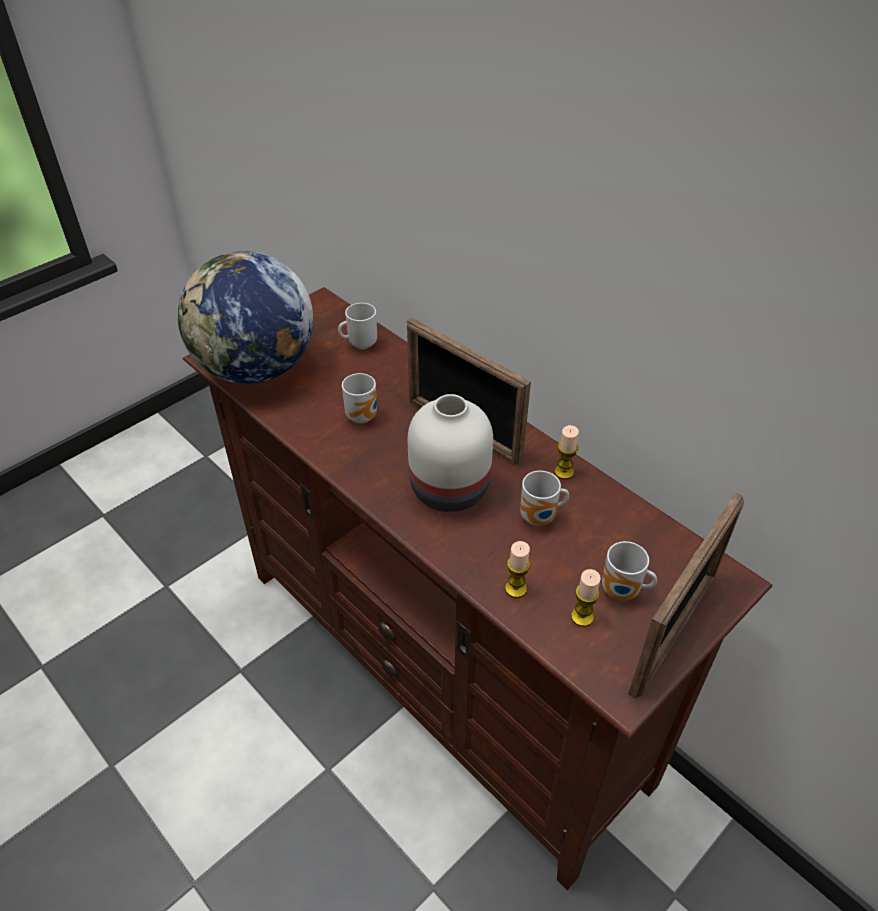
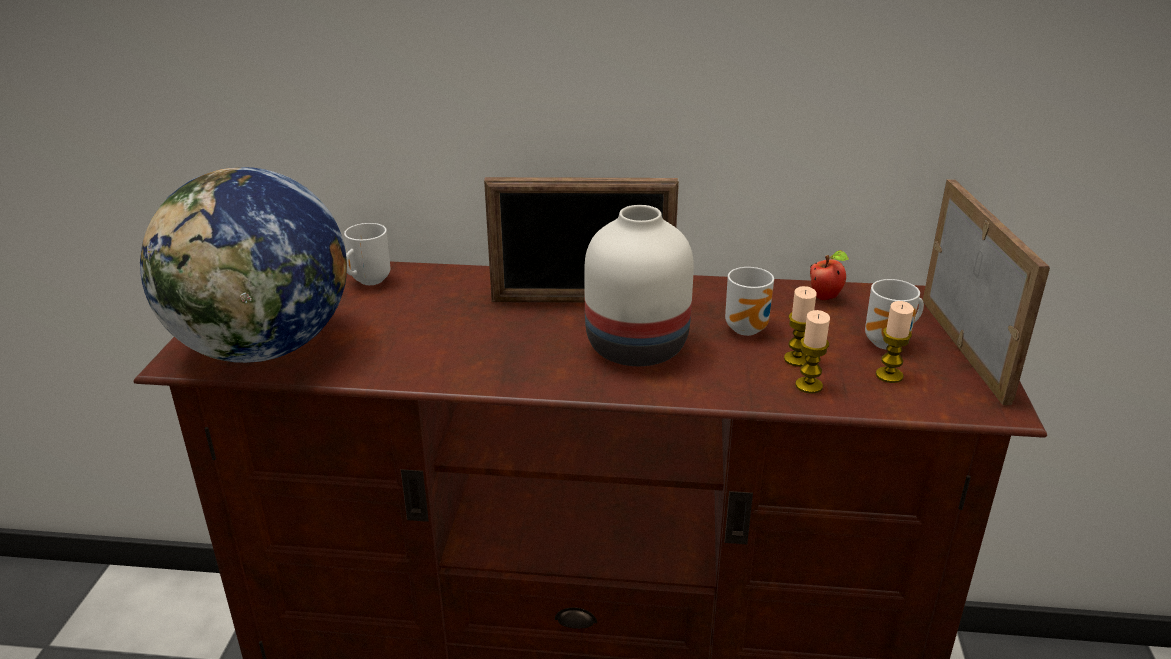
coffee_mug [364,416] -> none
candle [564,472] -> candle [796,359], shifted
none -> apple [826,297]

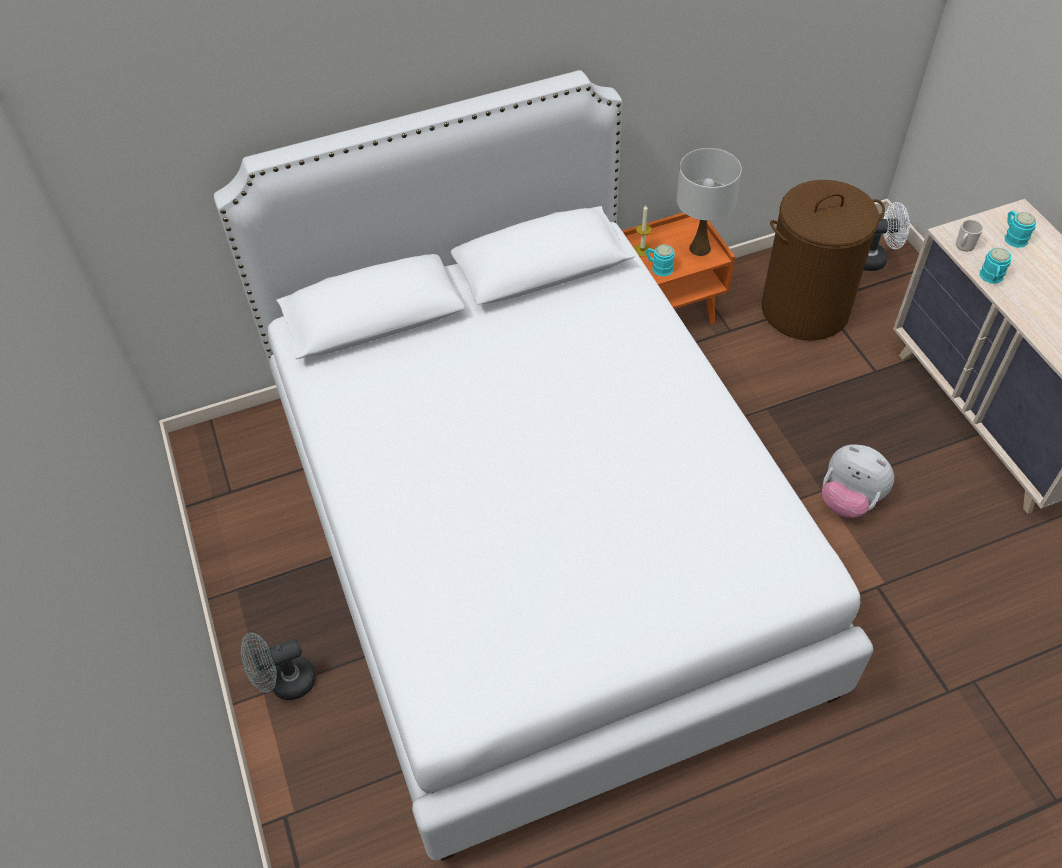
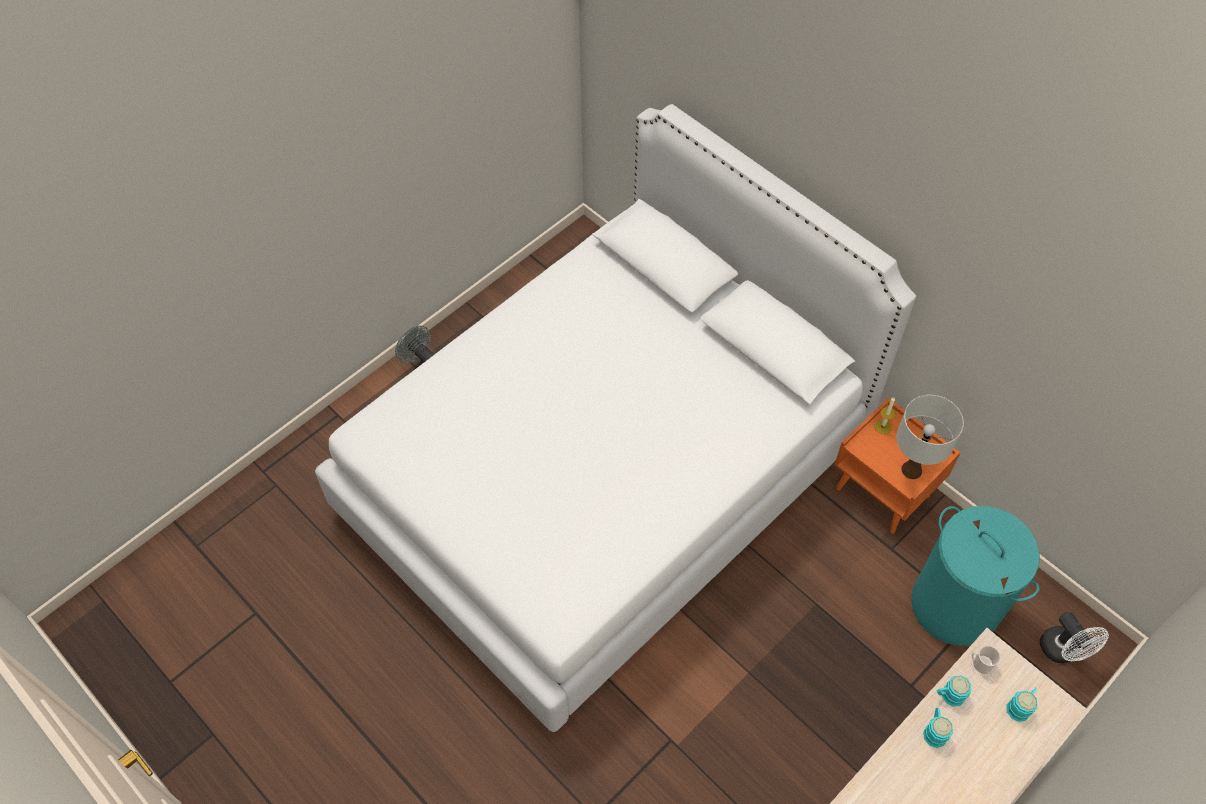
brown-coloured_washing_basket [805,309] -> blue-green_washing_basket [955,604]
blue-green_coffee_mug [658,267] -> blue-green_coffee_mug [934,730], shifted
cuddly_toy [849,500] -> none

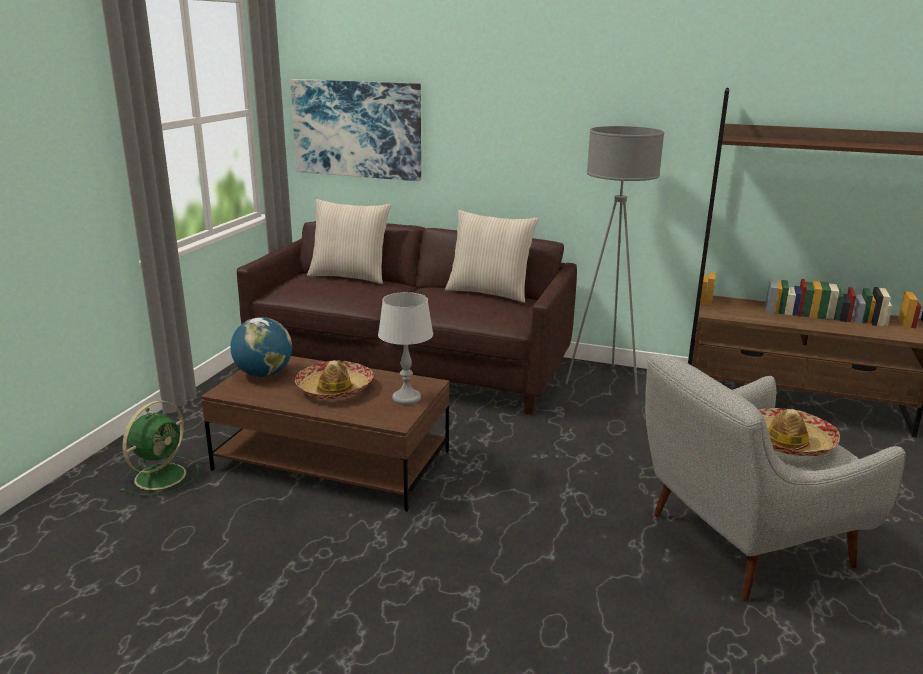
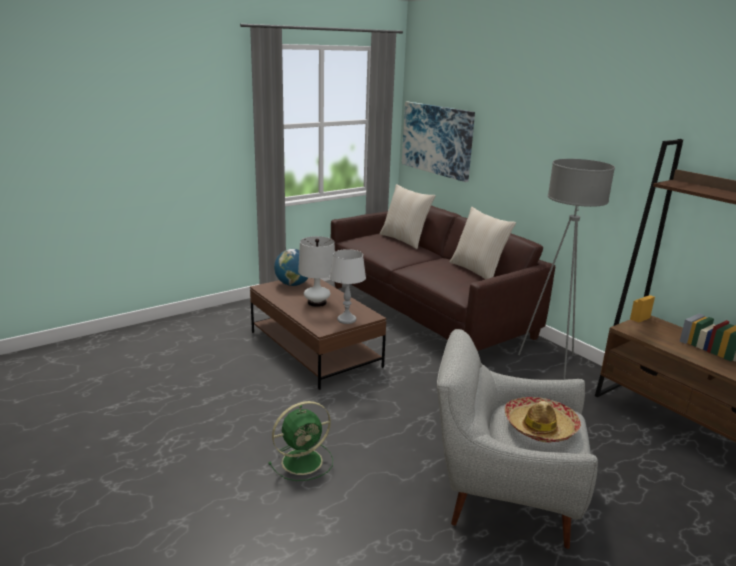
clothing_hat [335,389] -> white_tabletop_lamp [317,303]
greenish_electric_fan [162,475] -> greenish_electric_fan [304,461], shifted

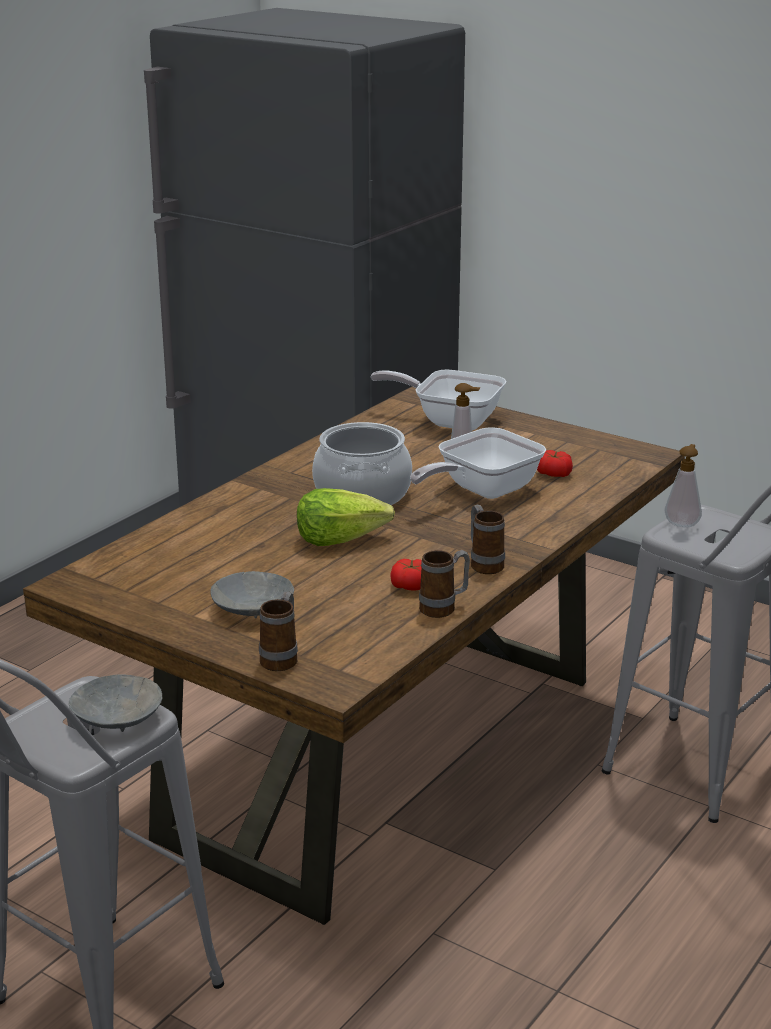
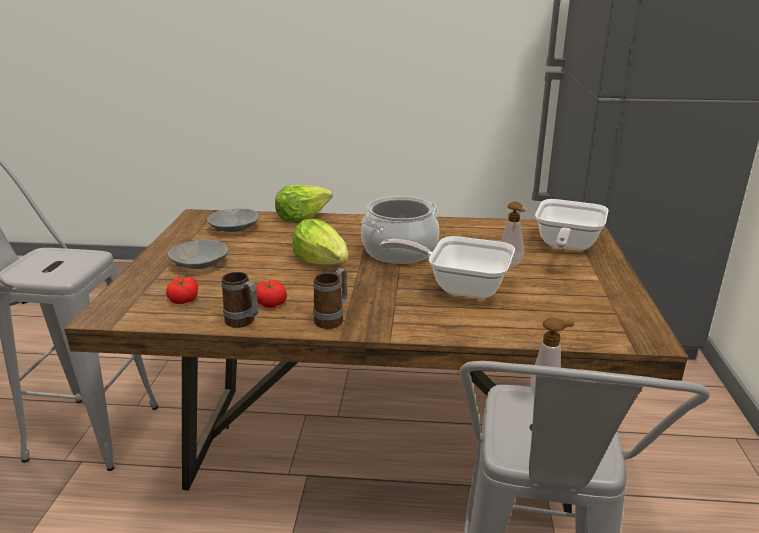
skillet [450,420] -> skillet [565,246], 150 degrees counterclockwise
fresh_tomato [554,474] -> fresh_tomato [183,299], shifted
coffee_mug [282,658] -> none
grey_serving_bowl [118,717] -> grey_serving_bowl [235,228], shifted
none -> lettuce [302,217]

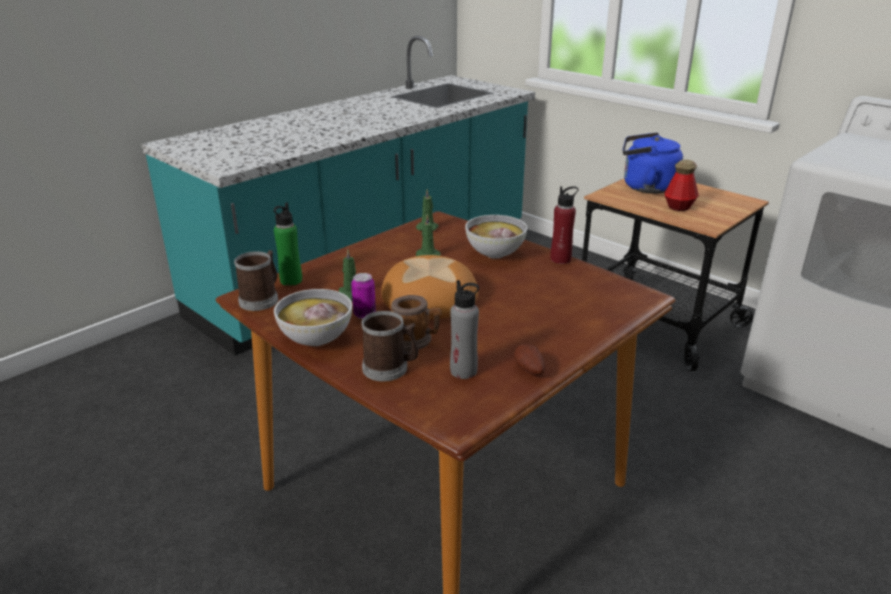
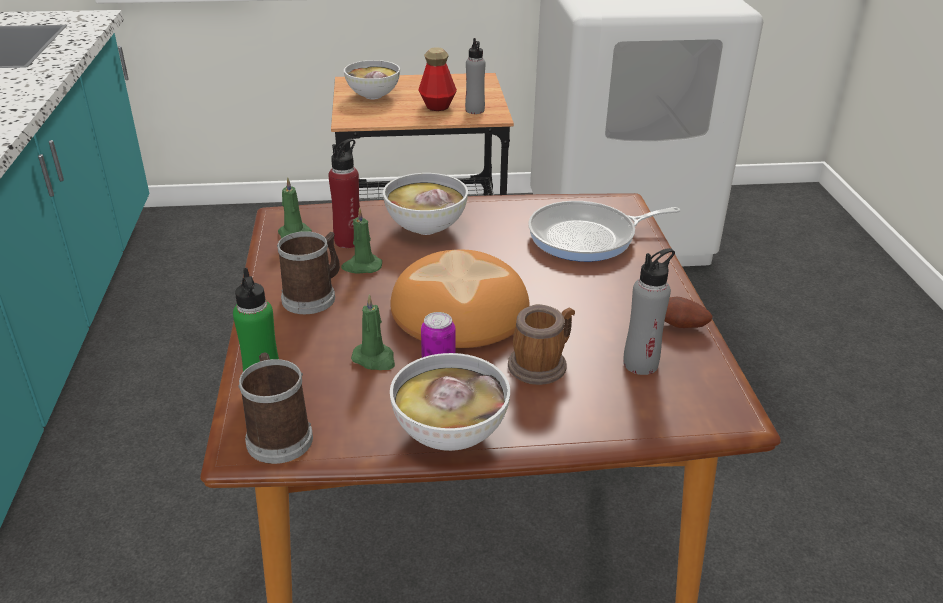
bluish_water_kettle [645,187] -> serving_bowl [373,96]
red_beverage_bottle [560,259] -> red_beverage_bottle [348,241], shifted
coffee_mug [390,368] -> coffee_mug [314,296], shifted
none -> grey_beverage_bottle [475,110]
none -> skillet [588,237]

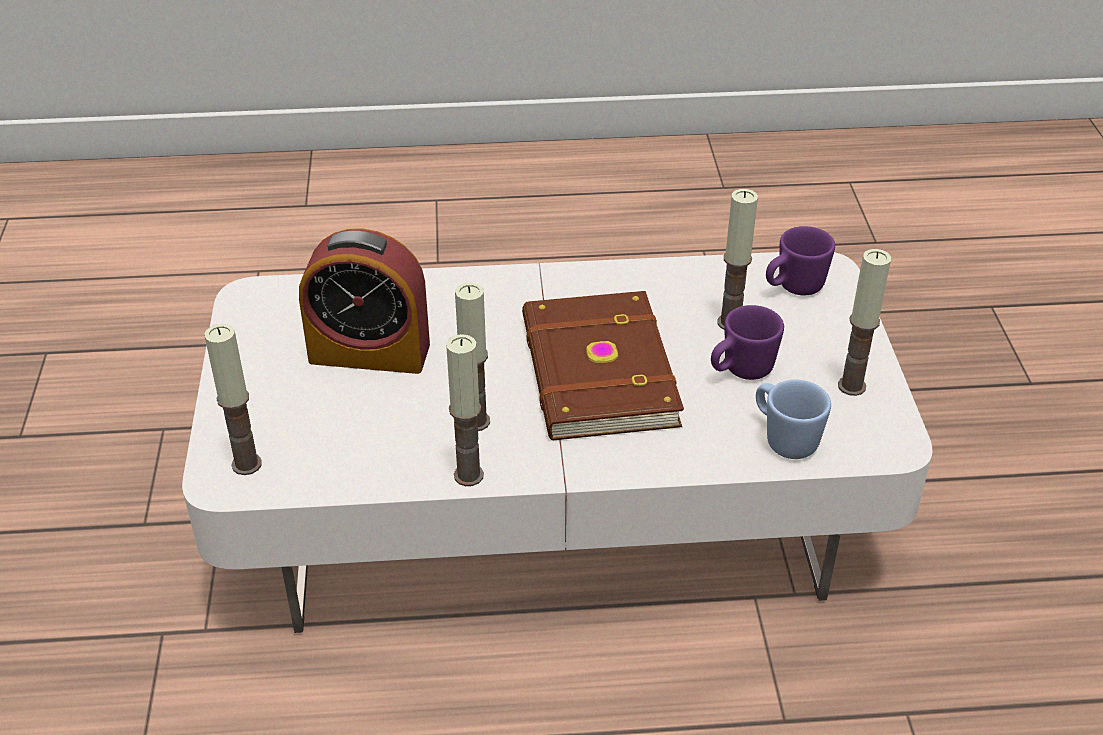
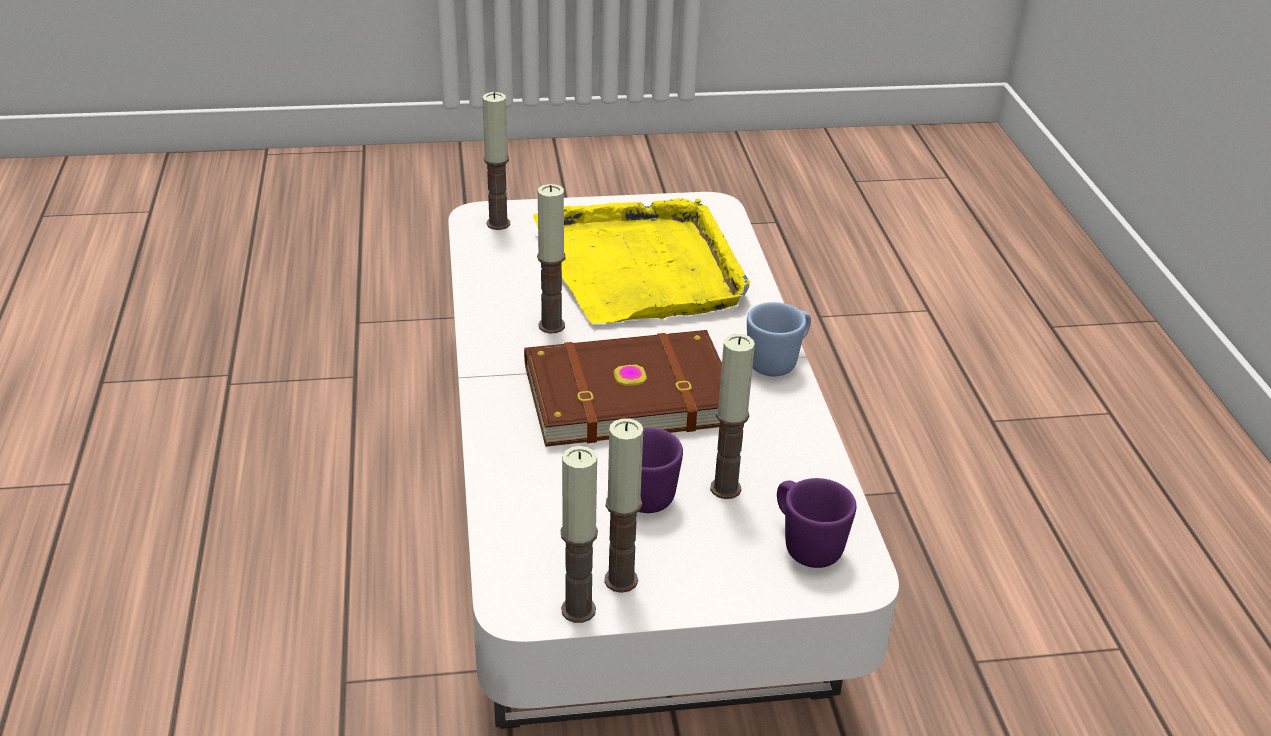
bedside_clock [369,352] -> yellowish_tray [642,267]
candle [468,475] -> candle [578,610], shifted
bluish_coffee_mug [784,439] -> bluish_coffee_mug [778,362], shifted

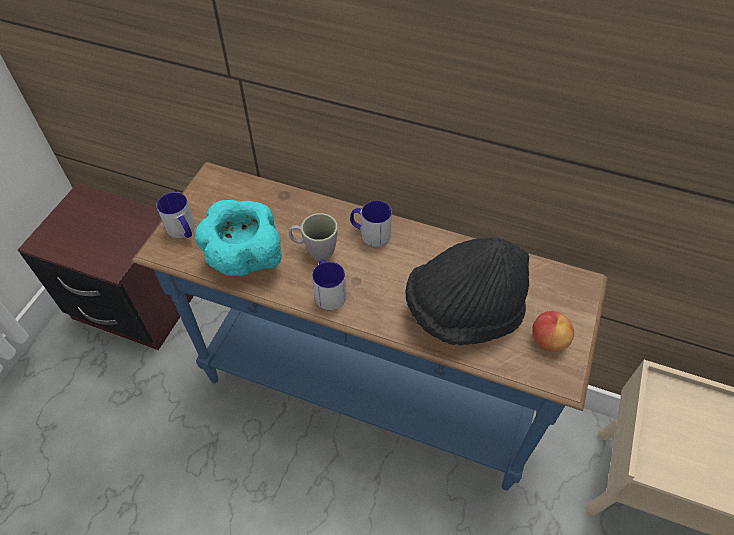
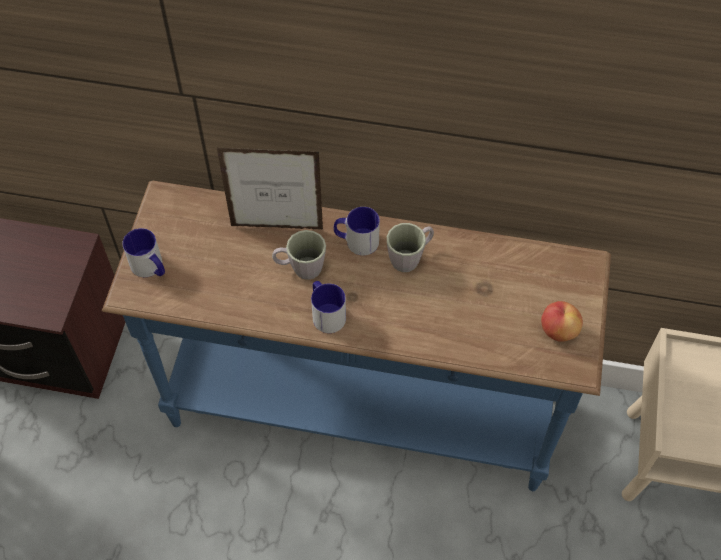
blue-green_serving_bowl [245,259] -> none
black_clothing_hat [463,311] -> none
none -> photo_frame [277,227]
none -> grey_coffee_mug [410,257]

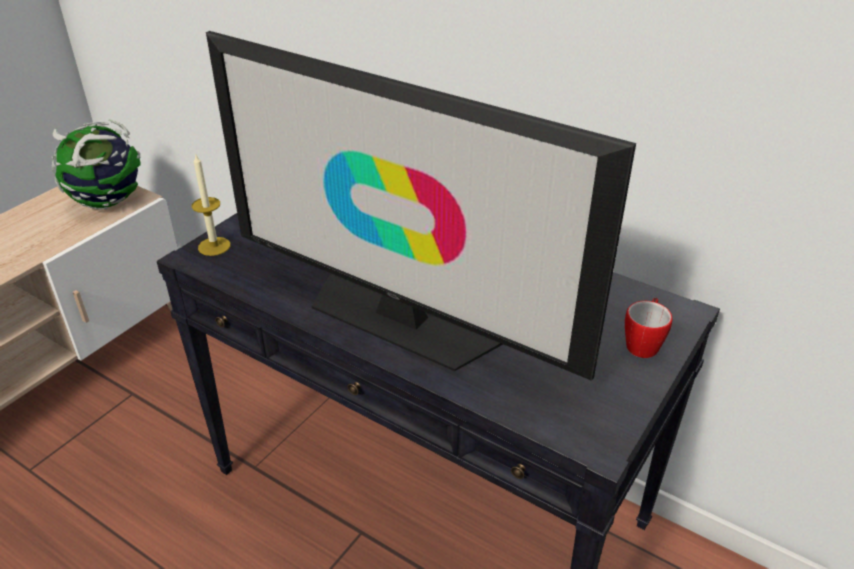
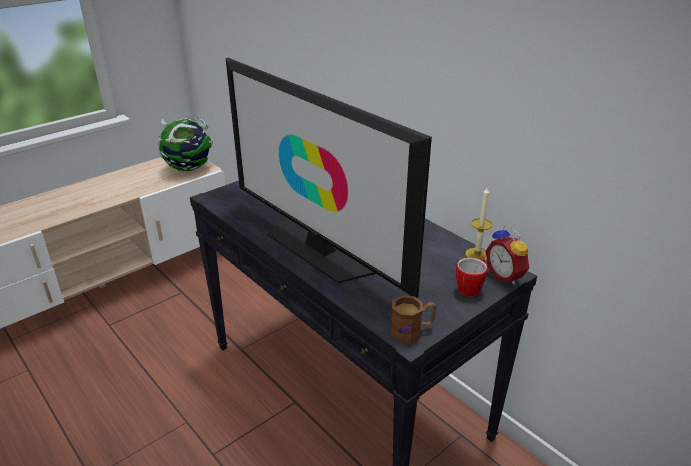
candle [214,246] -> candle [477,254], shifted
none -> bedside_clock [506,276]
none -> brown-coloured_coffee_mug [412,331]

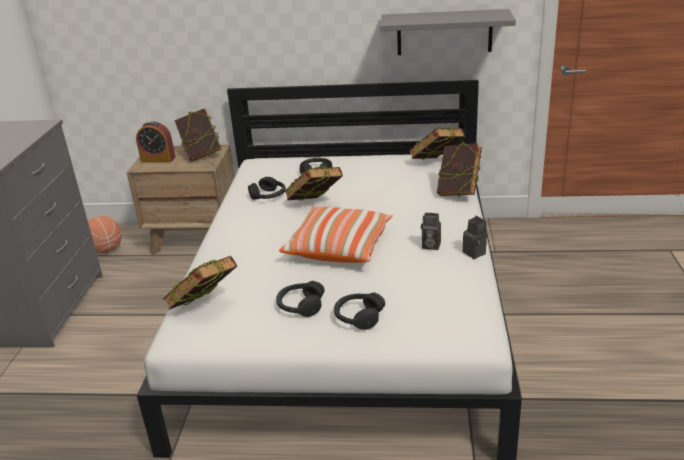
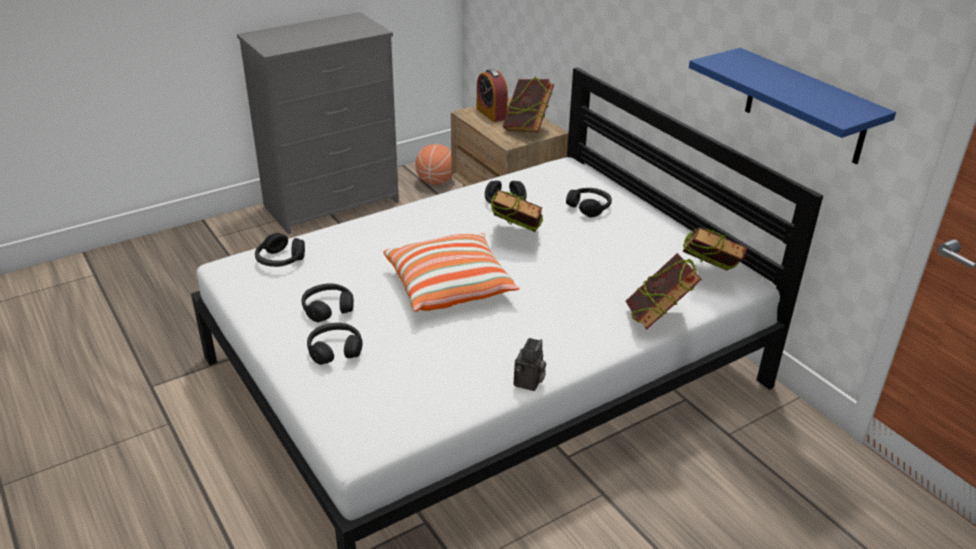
grey_shelf [444,32] -> bluish_shelf [805,107]
photo_camera [430,246] -> none
book [205,309] -> black_headphones [280,260]

